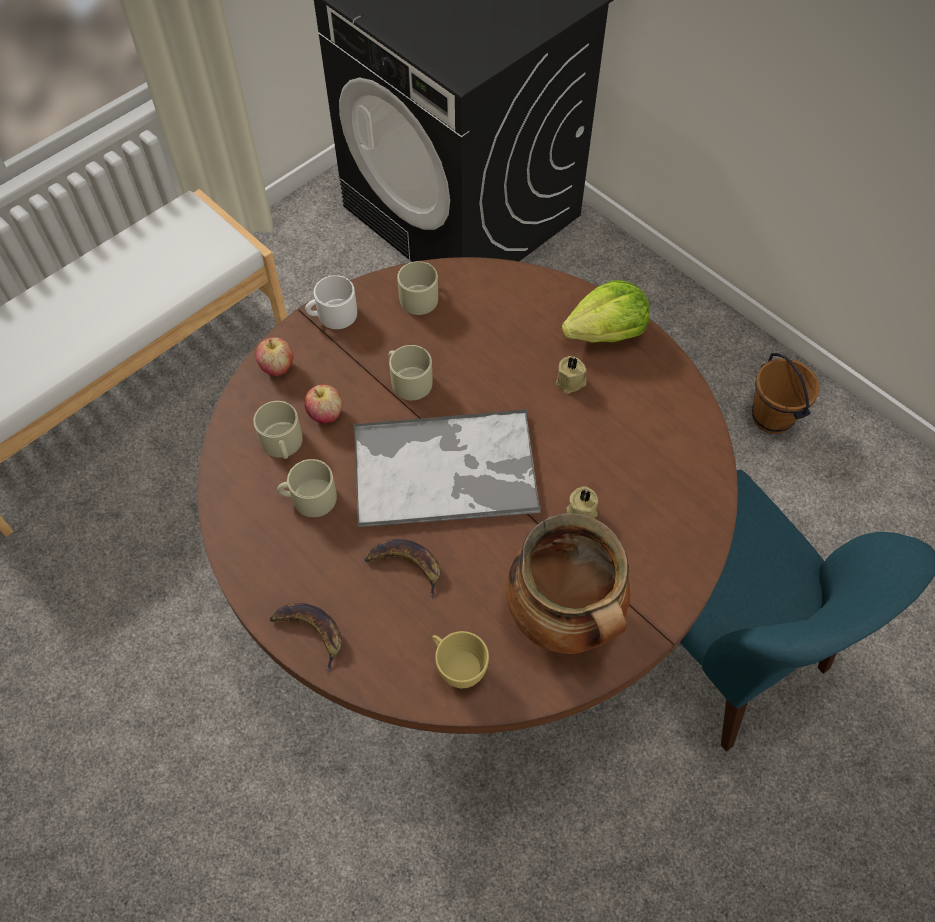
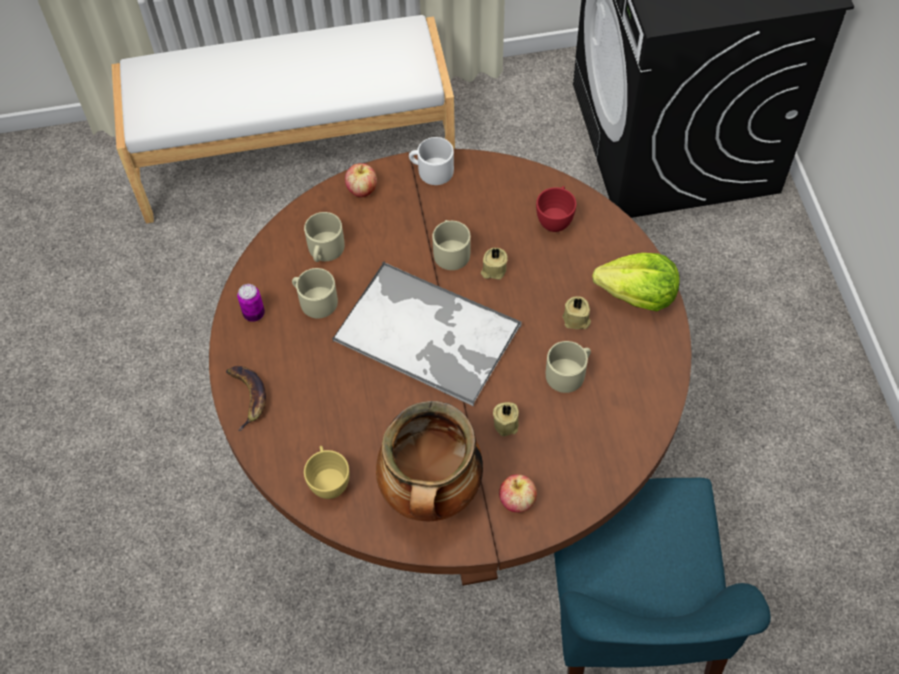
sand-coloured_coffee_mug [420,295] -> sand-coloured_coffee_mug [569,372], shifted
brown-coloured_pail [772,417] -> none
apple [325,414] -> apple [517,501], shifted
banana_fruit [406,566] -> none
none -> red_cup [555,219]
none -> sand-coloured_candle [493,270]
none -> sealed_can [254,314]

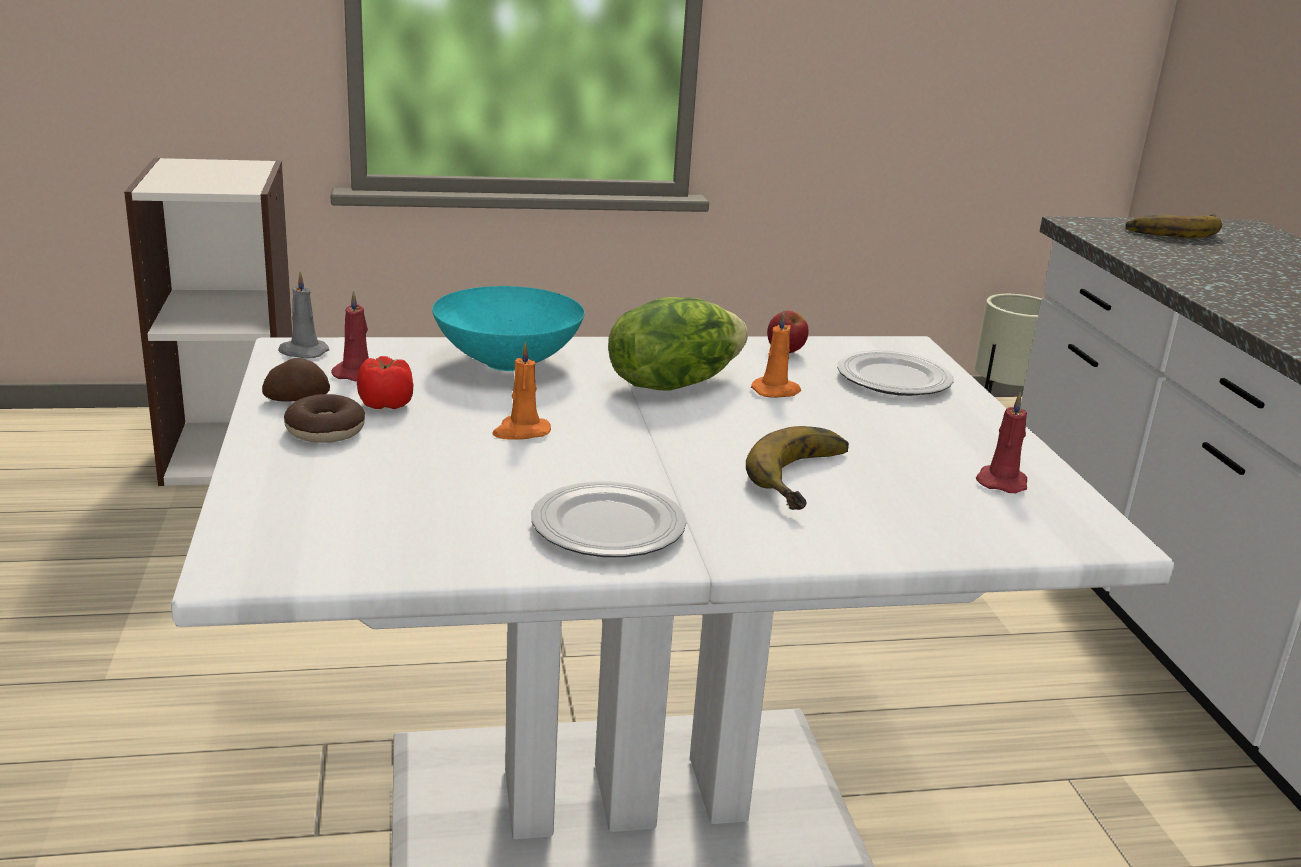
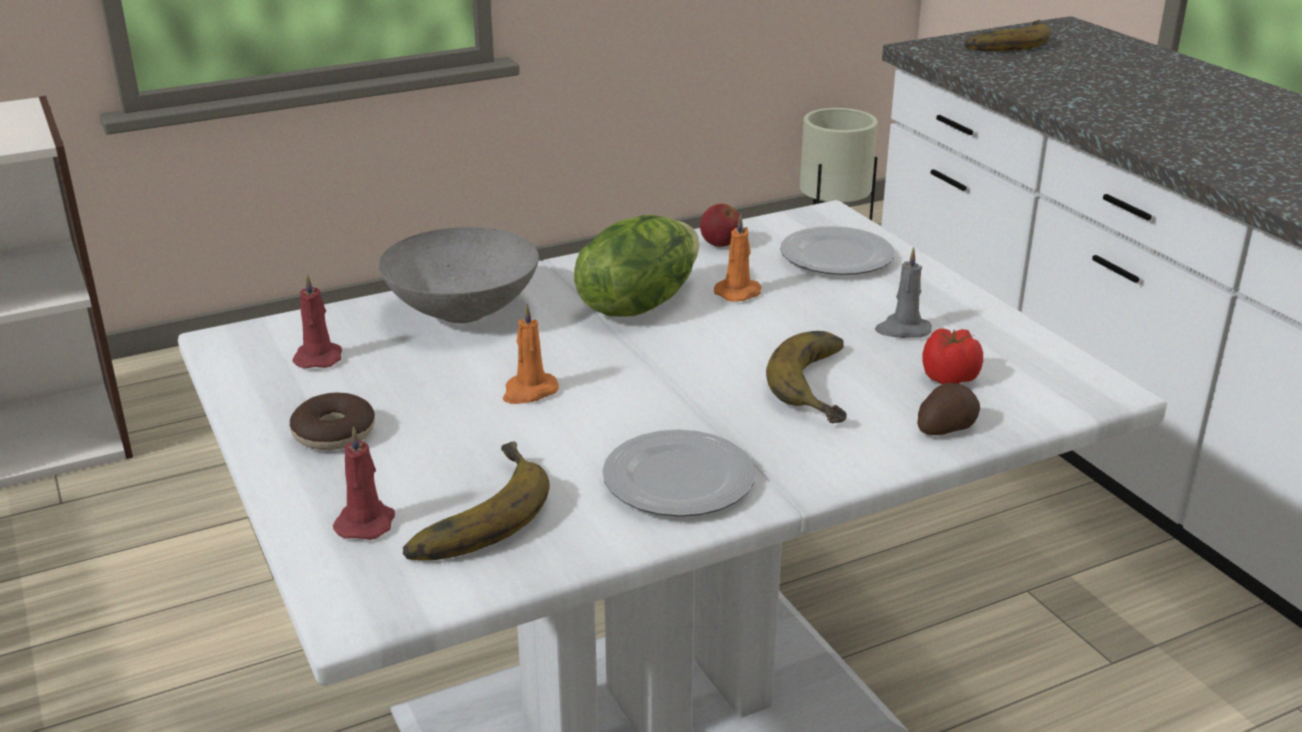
grey_candle [302,352] -> grey_candle [902,330], shifted
blue-green_serving_bowl [505,363] -> grey_serving_bowl [460,313]
fresh_tomato [386,404] -> fresh_tomato [948,377], shifted
potato [296,399] -> potato [945,427], shifted
red_candle [1002,482] -> red_candle [366,522], shifted
none -> banana_fruit [469,513]

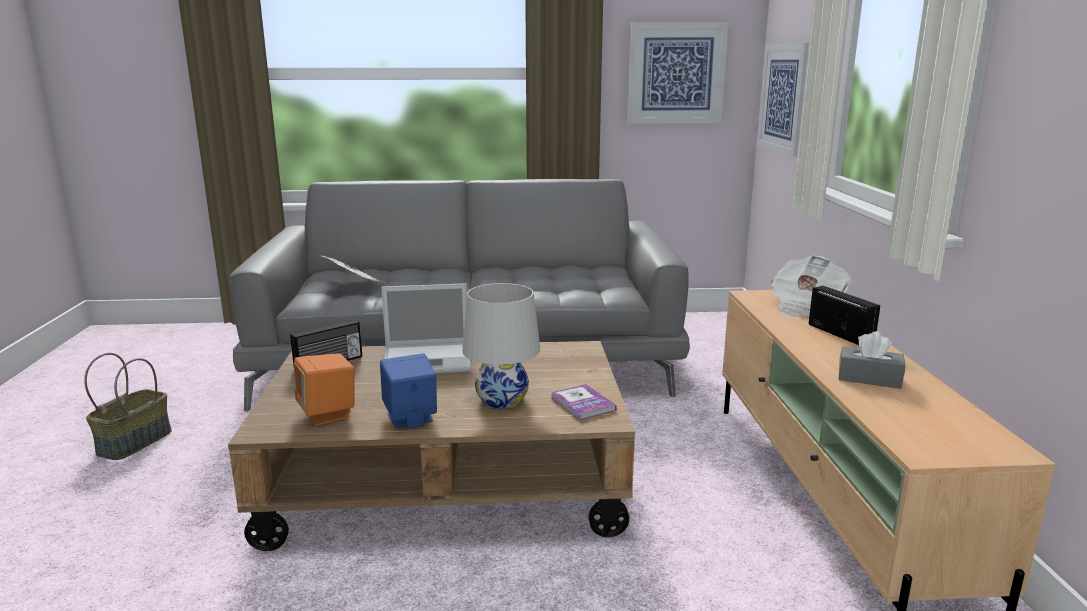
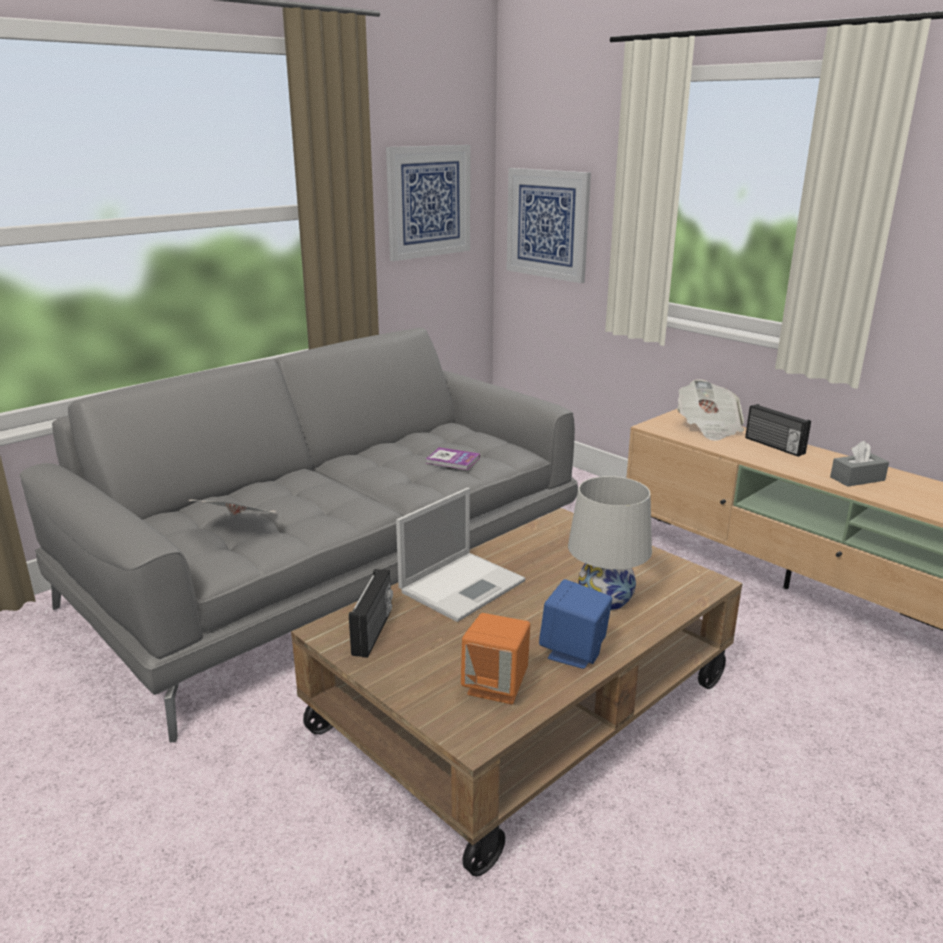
radio_receiver [841,334] -> radio_receiver [773,446], 150 degrees counterclockwise
basket [134,442] -> none
book [582,404] -> book [452,460], shifted

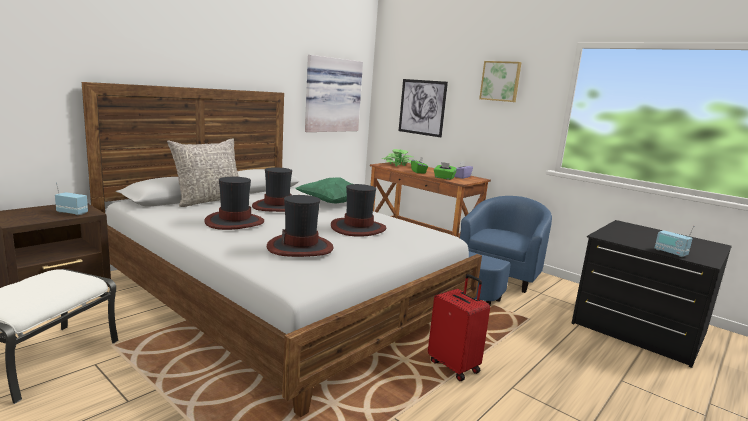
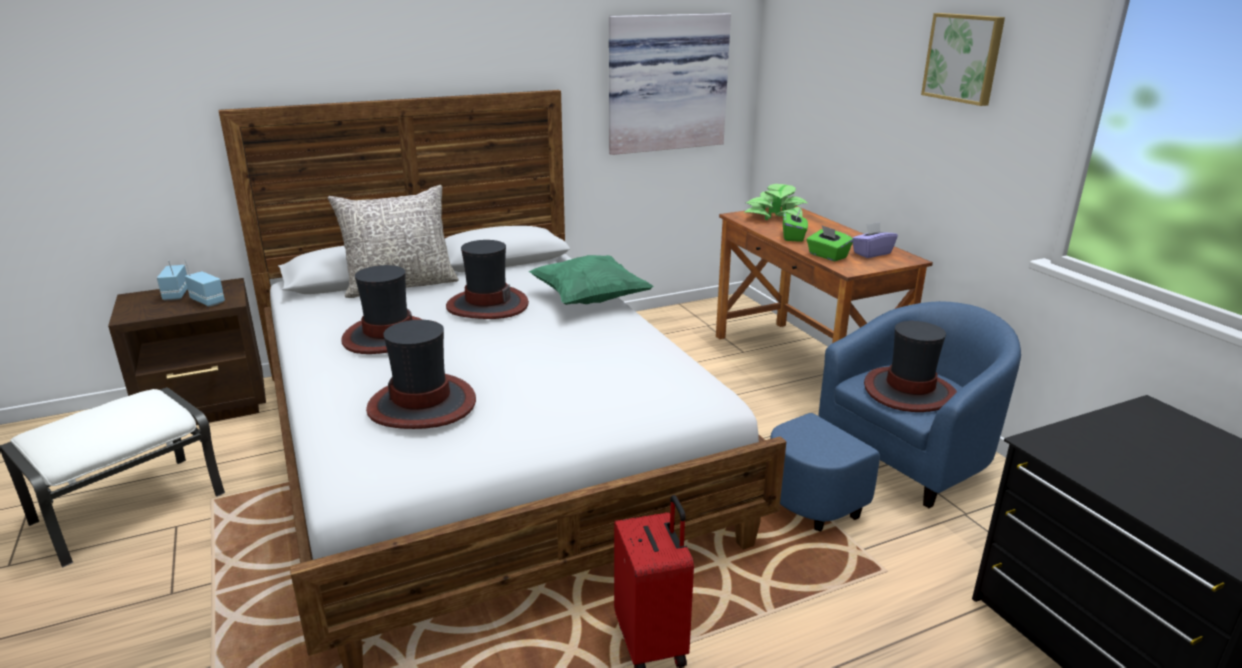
picture [422,107] -> none
clothing_hat [358,228] -> clothing_hat [909,391], shifted
radio_receiver [670,253] -> radio_receiver [176,294], shifted

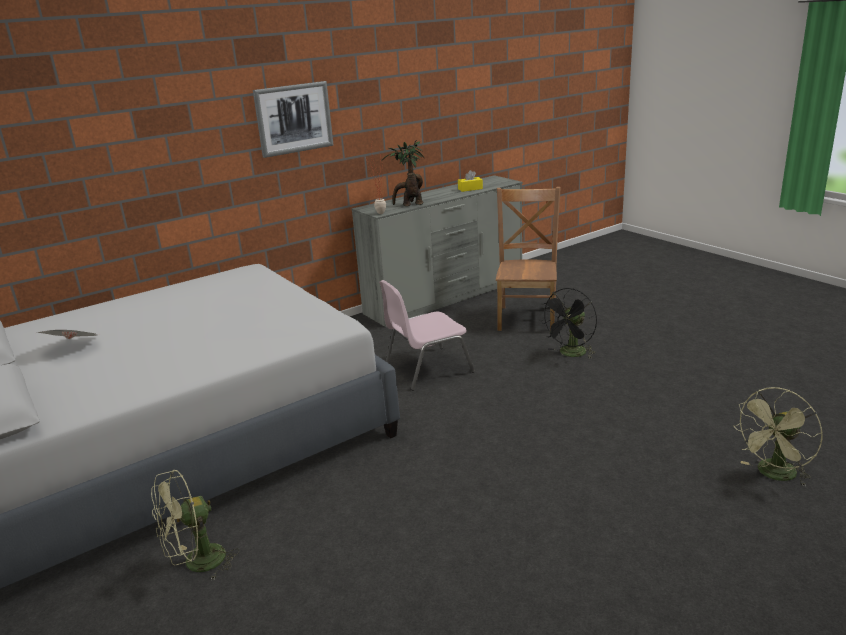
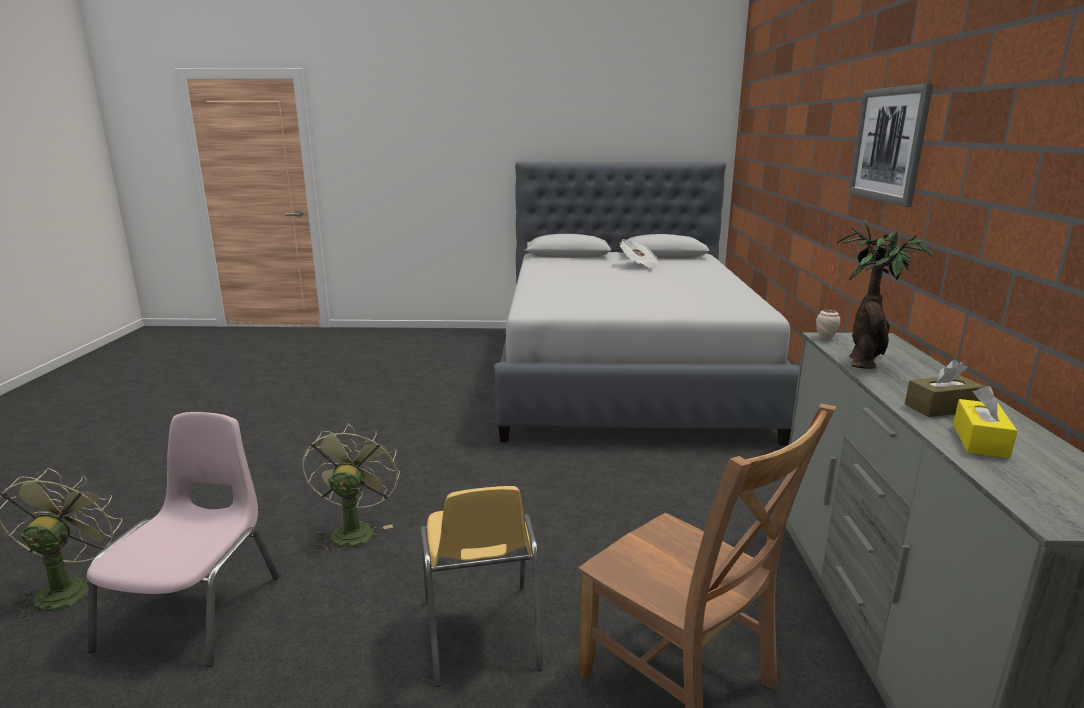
pink-coloured_upright_chair [426,369] -> pink-coloured_upright_chair [196,610], shifted
black_electric_fan [570,354] -> yellowish_upright_chair [481,634]
greenish_electric_fan [197,564] -> greenish_electric_fan [353,529], shifted
none -> brown-coloured_tissue_holder [941,408]

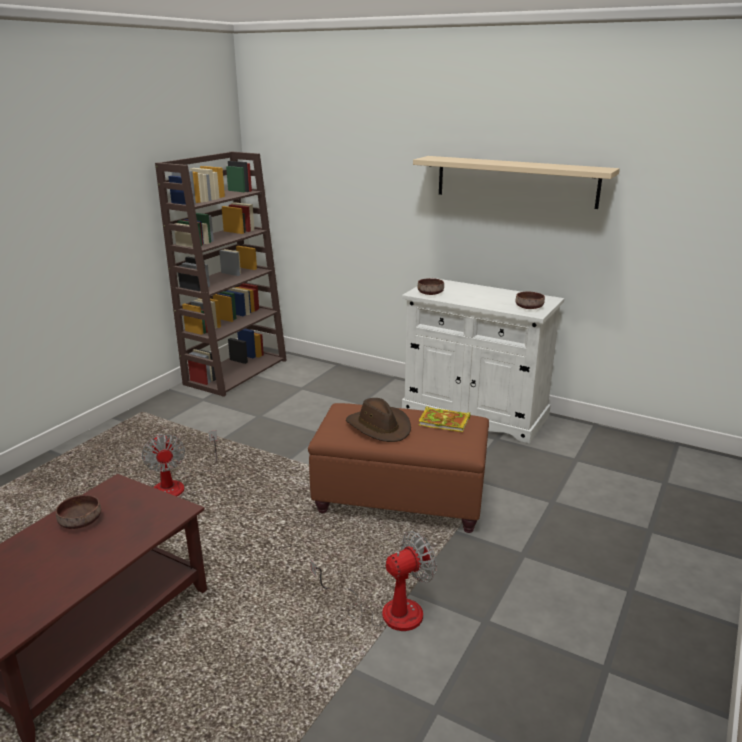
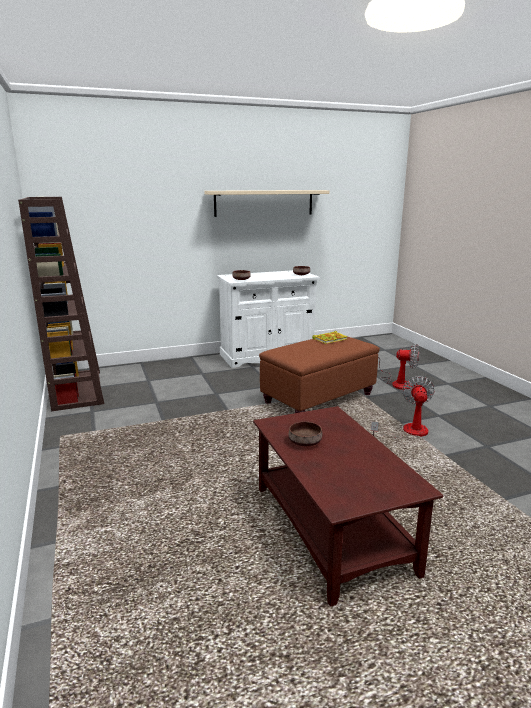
brown-coloured_clothing_hat [379,427] -> none
electric_fan [177,485] -> electric_fan [397,383], shifted

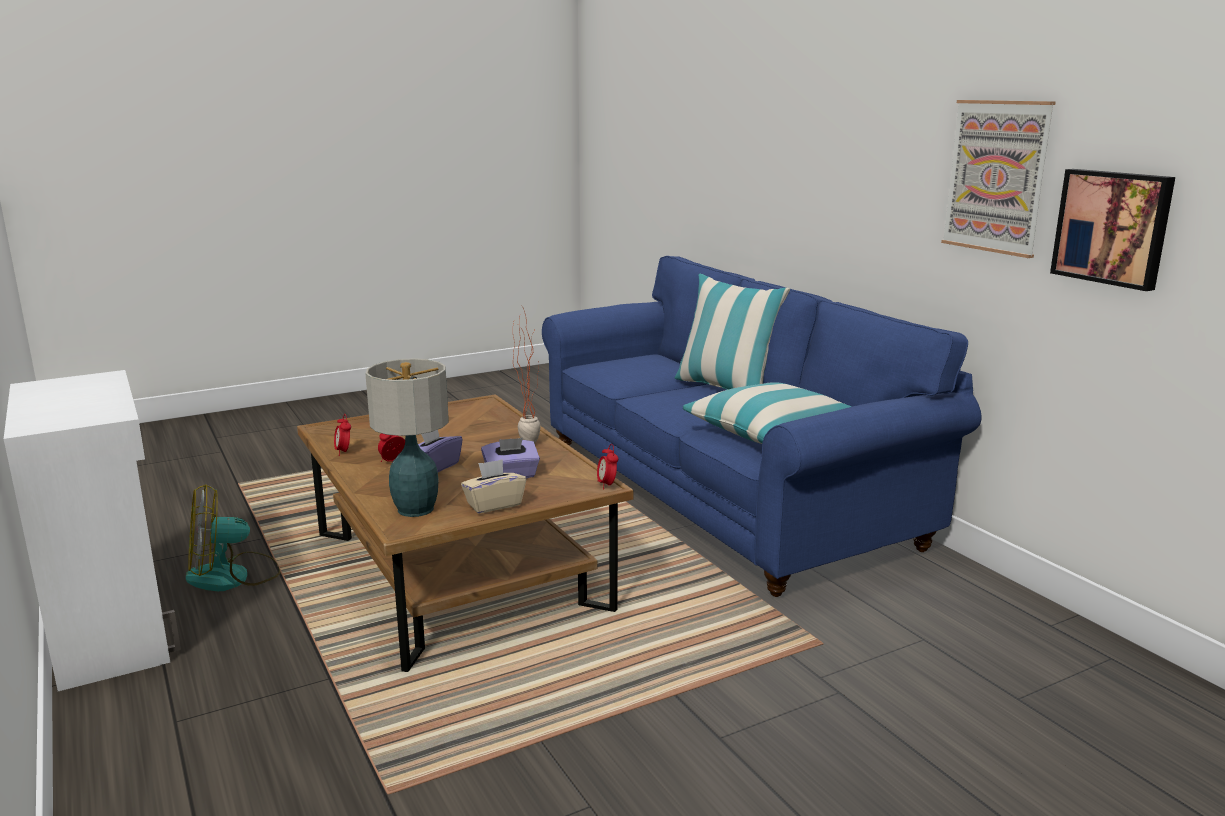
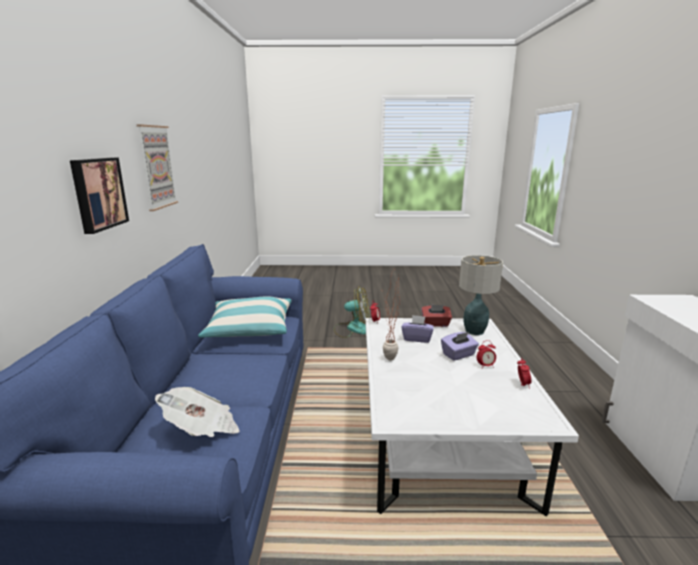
picture [1113,227] -> picture [98,193], shifted
pillow [726,389] -> none
brown-coloured_lounge_table [457,571] -> white_lounge_table [439,434]
sand-coloured_tissue_holder [494,504] -> red_tissue_holder [435,324]
electric_fan [233,576] -> electric_fan [352,328], shifted
none -> printed_paper [202,429]

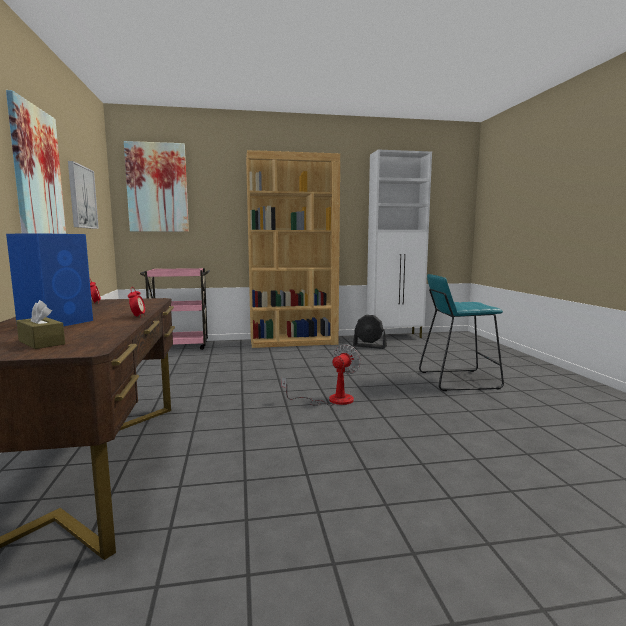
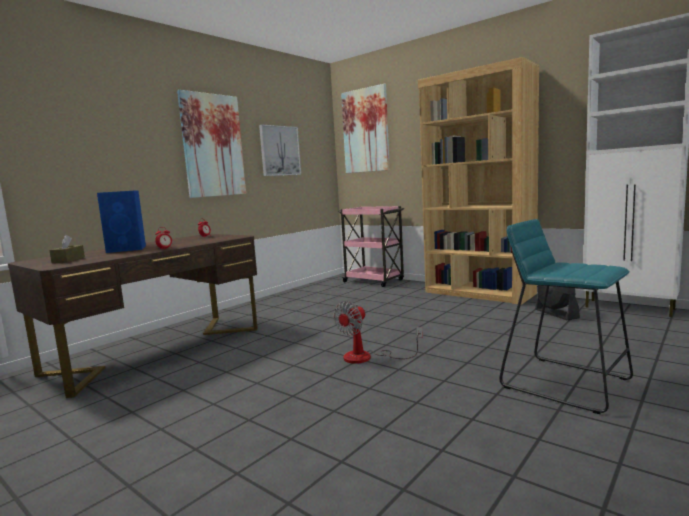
electric_fan [331,400] -> electric_fan [368,357], 135 degrees clockwise

